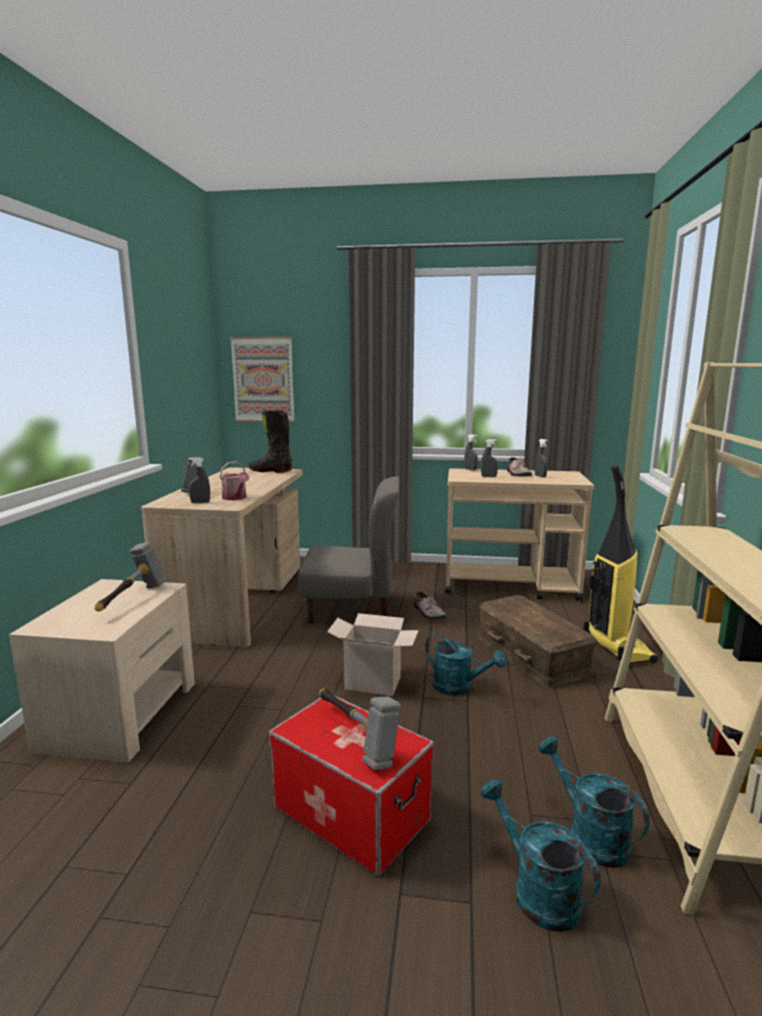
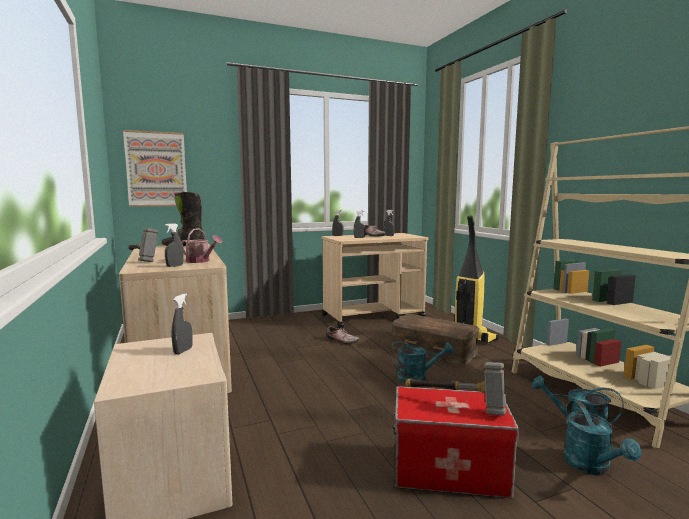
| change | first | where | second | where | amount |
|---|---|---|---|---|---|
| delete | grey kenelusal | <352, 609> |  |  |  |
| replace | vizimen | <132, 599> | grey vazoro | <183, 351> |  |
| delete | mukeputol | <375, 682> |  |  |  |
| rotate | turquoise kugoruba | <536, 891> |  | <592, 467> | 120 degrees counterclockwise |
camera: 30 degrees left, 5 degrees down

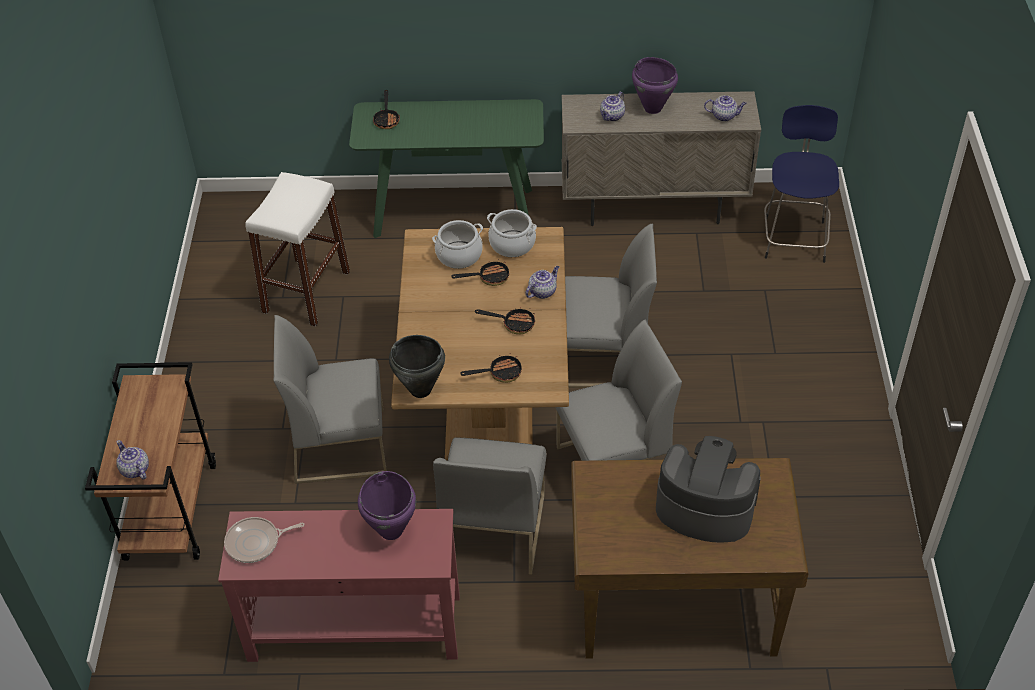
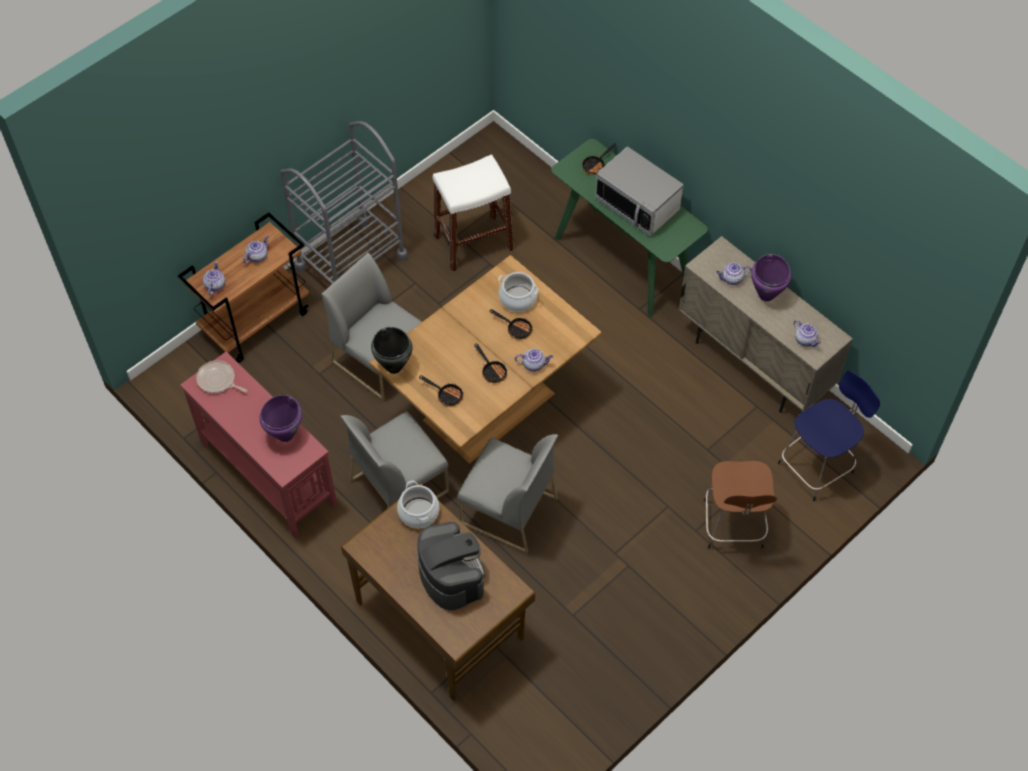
| change | first | where | second | where | amount |
|---|---|---|---|---|---|
| move | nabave | <512, 244> |  | <418, 512> |  |
| delete | grey kenelusal | <605, 358> |  |  |  |
| insert |  |  | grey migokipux | <351, 262> |  |
| insert |  |  | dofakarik | <637, 205> |  |
| insert |  |  | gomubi | <257, 256> |  |
| insert |  |  | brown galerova | <733, 526> |  |
camera: 45 degrees right, 10 degrees up

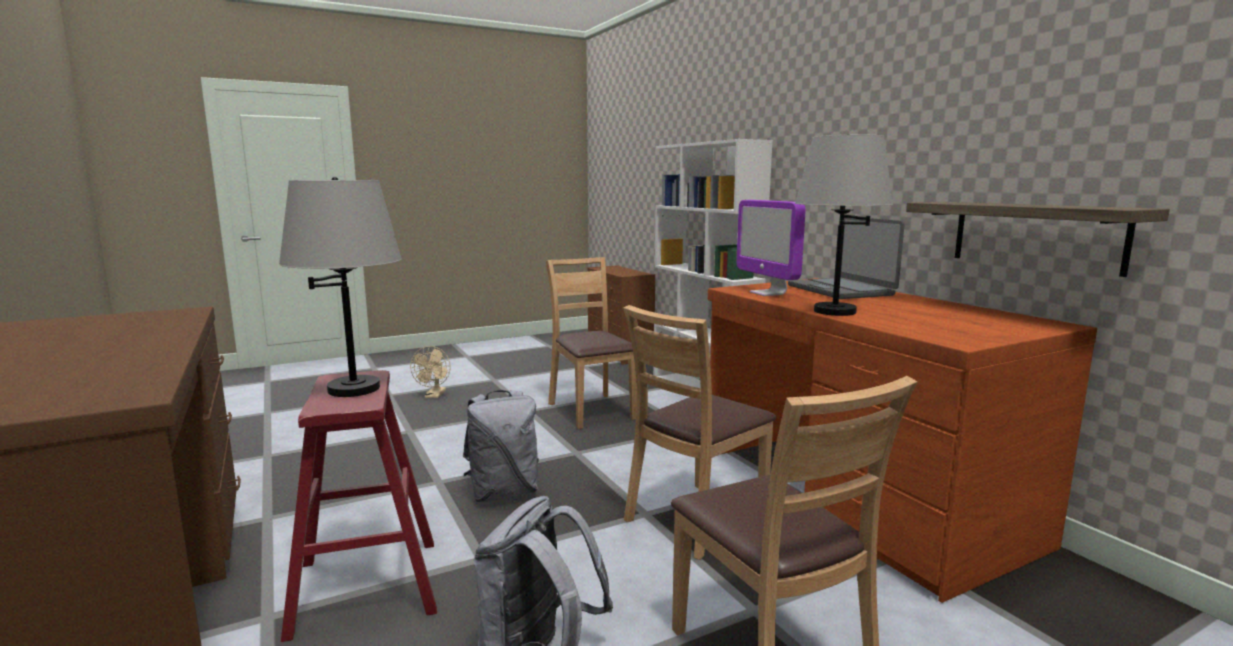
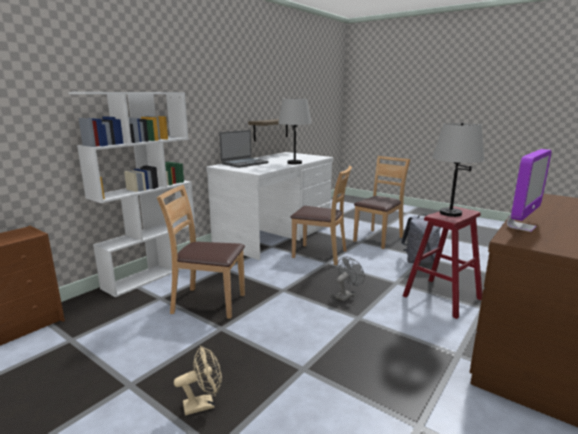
| change | first | where | second | where | amount |
|---|---|---|---|---|---|
| move | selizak | <767, 293> |  | <521, 227> |  |
| rotate | brown kenelusal | <591, 410> |  | <208, 303> | 60 degrees clockwise |
| recolor | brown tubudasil | <857, 497> | white tubudasil | <275, 235> |  |
| replace | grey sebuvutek | <503, 493> | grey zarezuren | <346, 295> |  |
camera: 115 degrees left, 5 degrees up

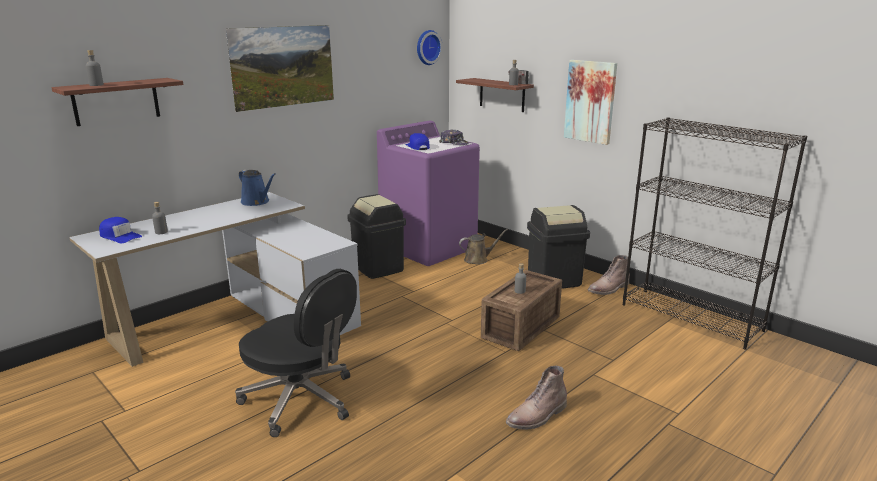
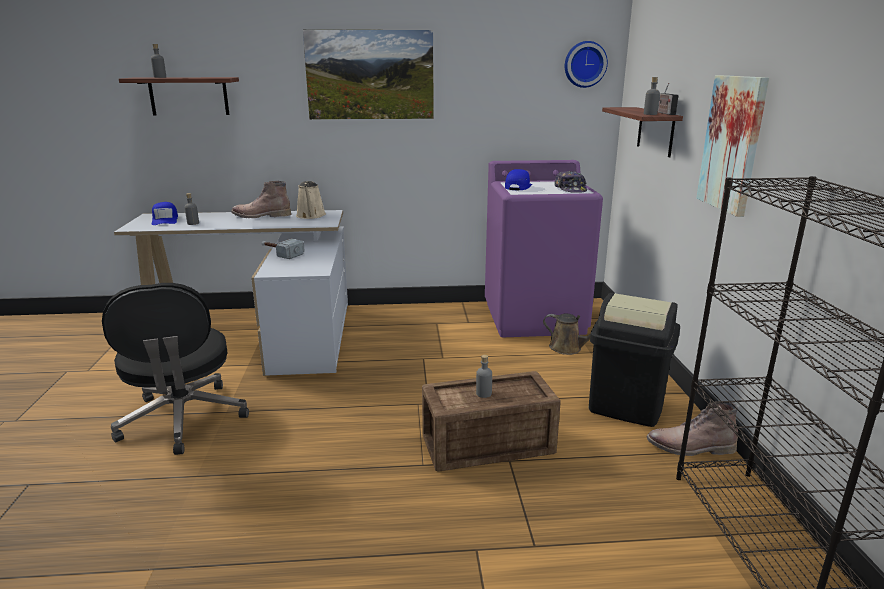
| change | first | where | second | where | amount |
|---|---|---|---|---|---|
| recolor | blue kugoruba | <257, 202> | beige kugoruba | <311, 216> |  |
| delete | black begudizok | <378, 268> |  |  |  |
| move | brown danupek | <537, 416> |  | <261, 216> |  |
| insert |  |  | vizimen | <280, 253> |  |
camera: 40 degrees right, 0 degrees up

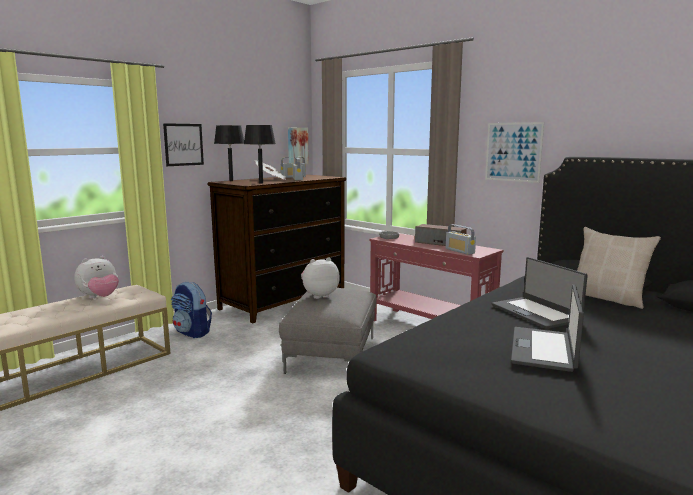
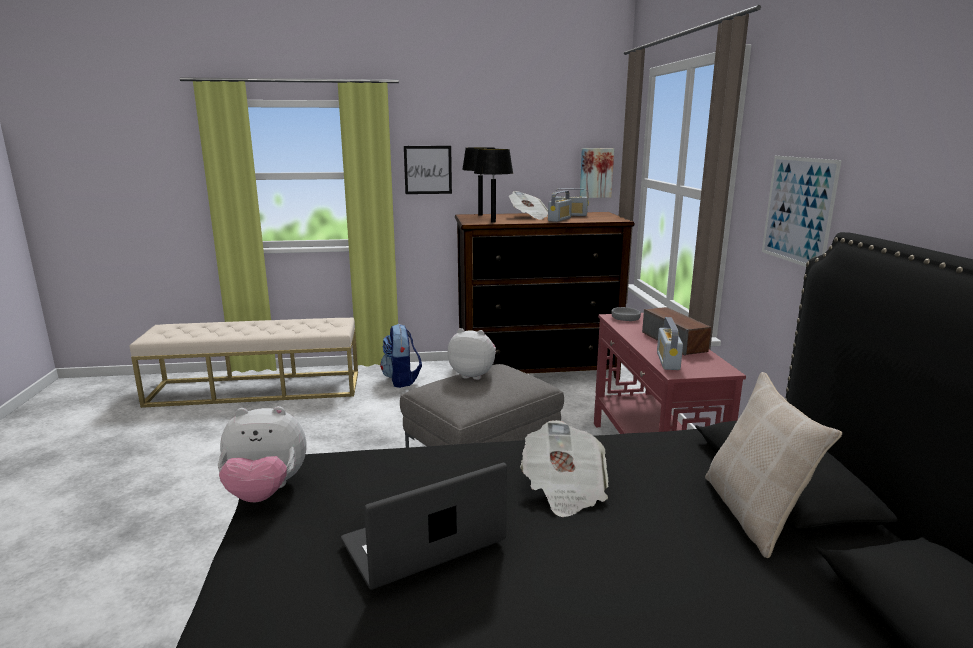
| change | first | where | second | where | amount |
|---|---|---|---|---|---|
| move | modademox | <100, 297> |  | <265, 492> |  |
| replace | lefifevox | <536, 313> | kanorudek | <564, 489> |  |
camera: 40 degrees right, 5 degrees up

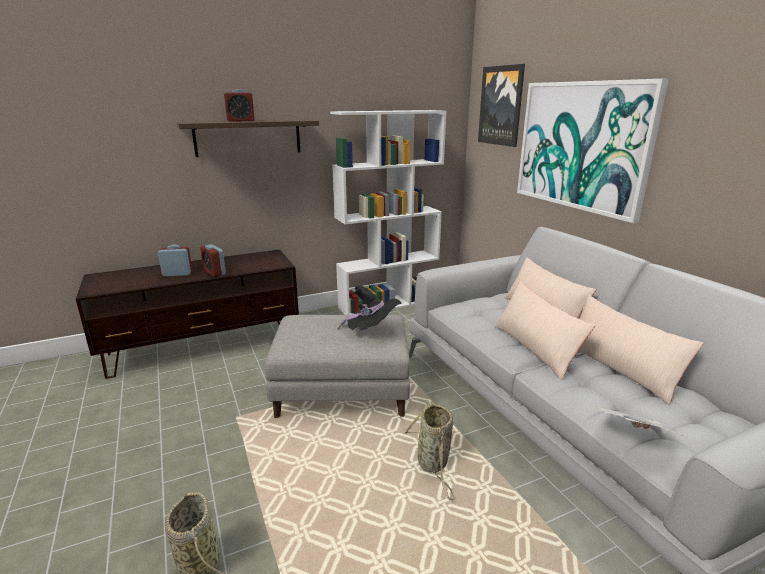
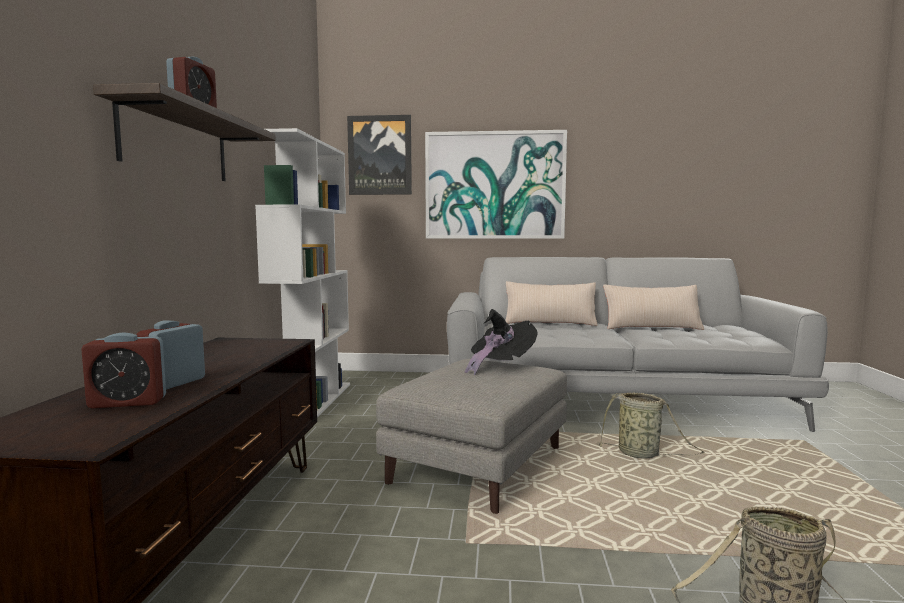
| change | first | where | second | where | amount |
|---|---|---|---|---|---|
| move | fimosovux | <214, 273> |  | <127, 402> |  |
| delete | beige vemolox | <535, 348> |  |  |  |
| delete | kanorudek | <634, 437> |  |  |  |
camera: 60 degrees left, 15 degrees down

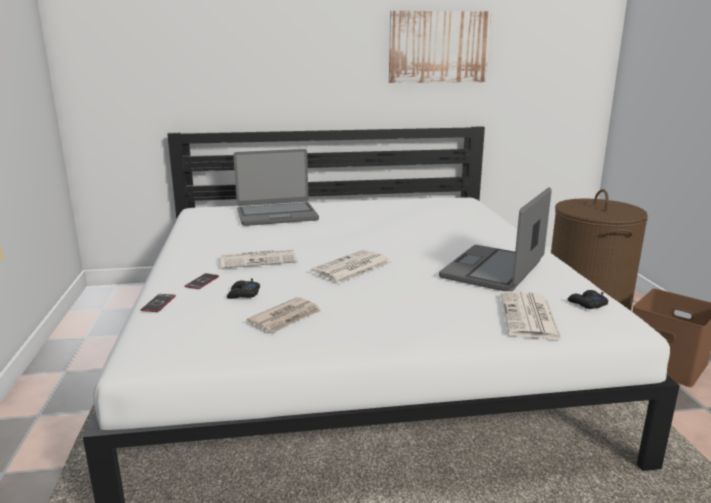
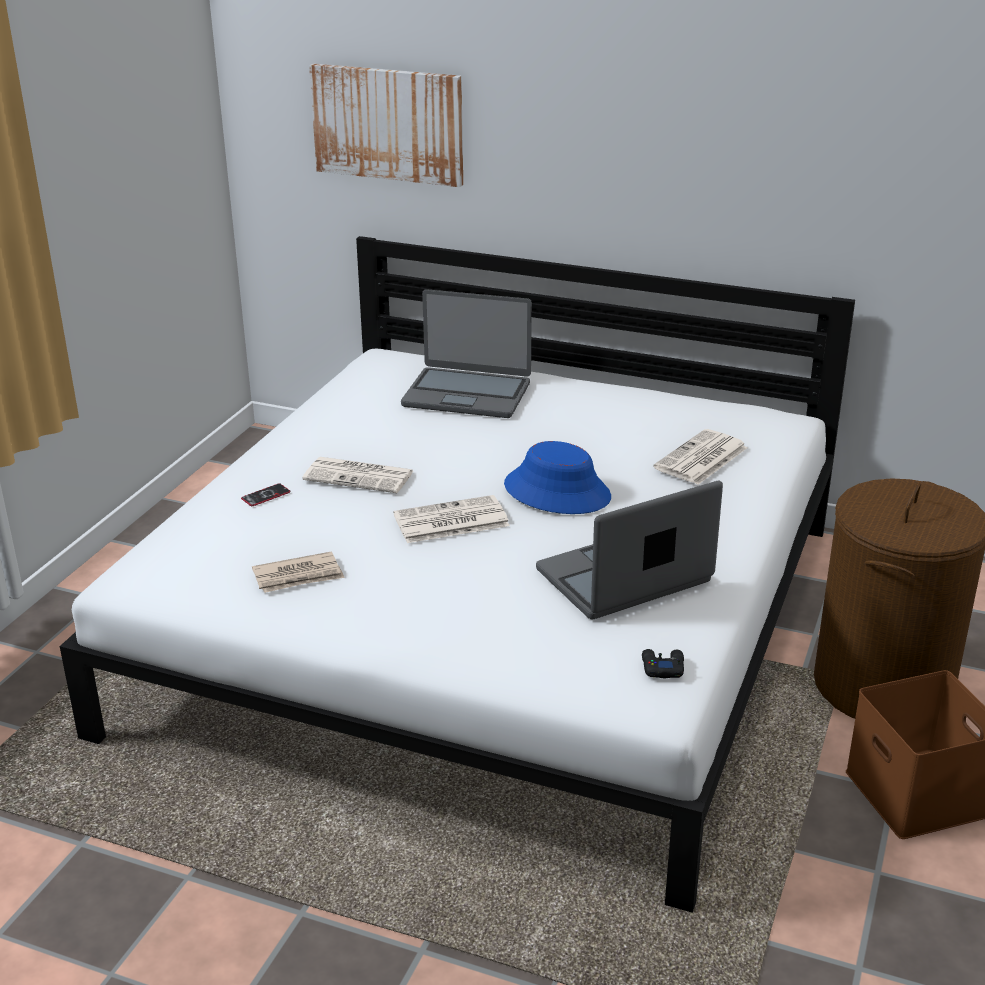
| change | first | where | second | where | amount |
|---|---|---|---|---|---|
| move | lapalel | <438, 47> |  | <388, 124> |  |
| delete | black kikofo | <243, 294> |  |  |  |
| move | kanorudek | <530, 317> |  | <701, 459> |  |
| delete | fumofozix | <158, 303> |  |  |  |
| insert |  |  | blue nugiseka | <557, 491> |  |
camera: 30 degrees right, 10 degrees up

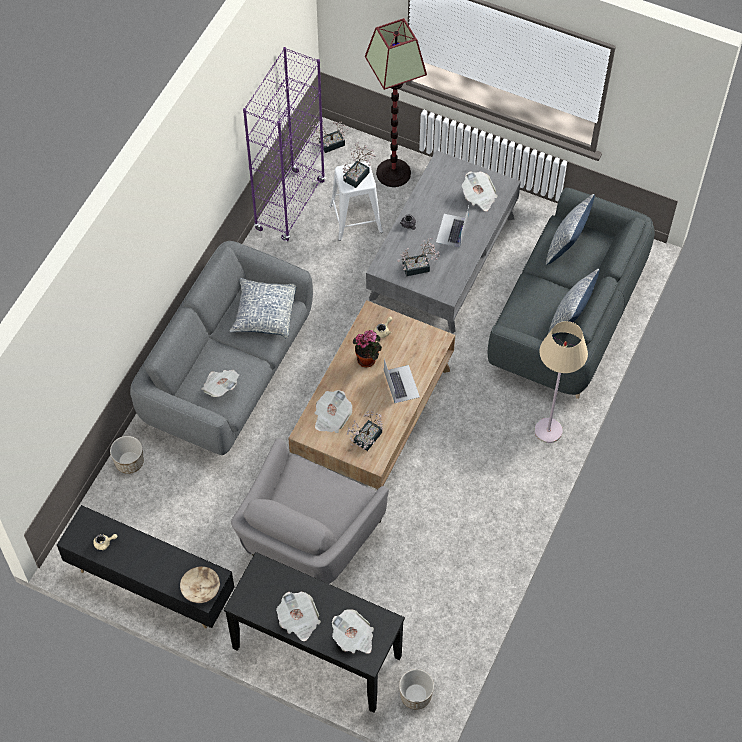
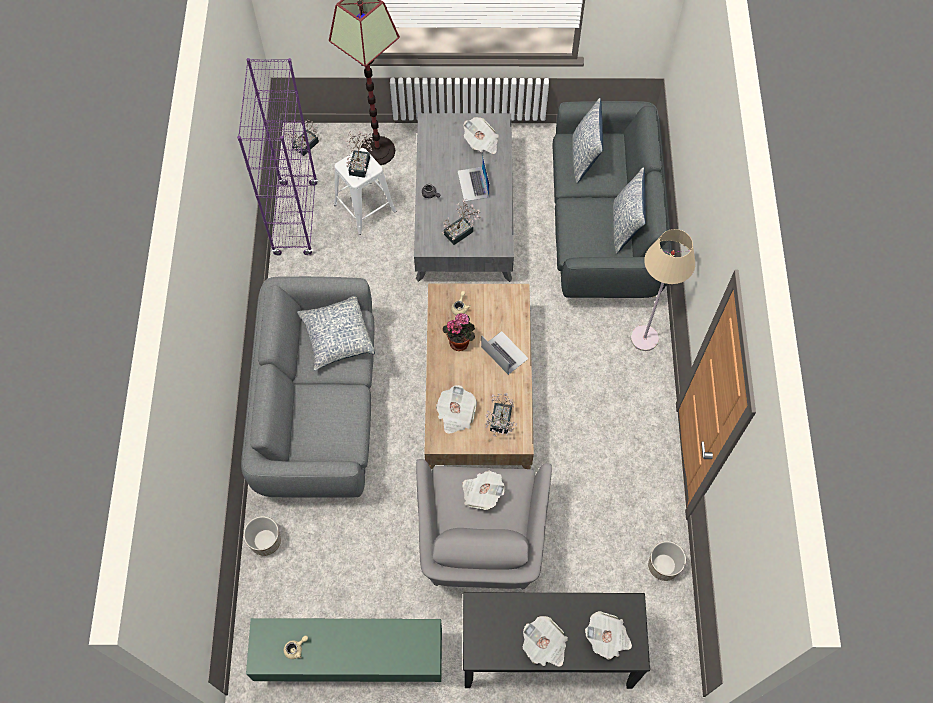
| change | first | where | second | where | amount |
|---|---|---|---|---|---|
| move | kanorudek | <220, 387> |  | <482, 493> |  |
| recolor | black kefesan | <151, 585> | green kefesan | <351, 659> |  |
| delete | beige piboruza | <201, 588> |  |  |  |
| move | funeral | <415, 695> |  | <663, 566> |  |
camera: 25 degrees left, 5 degrees up

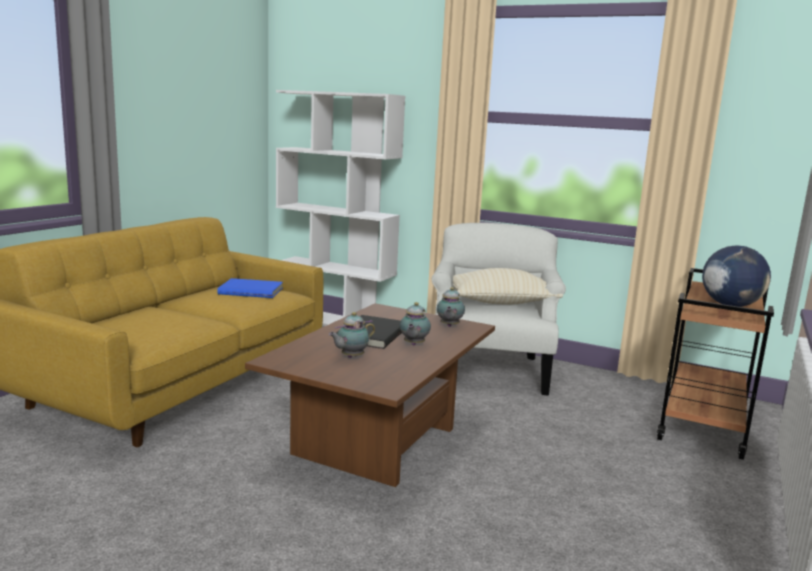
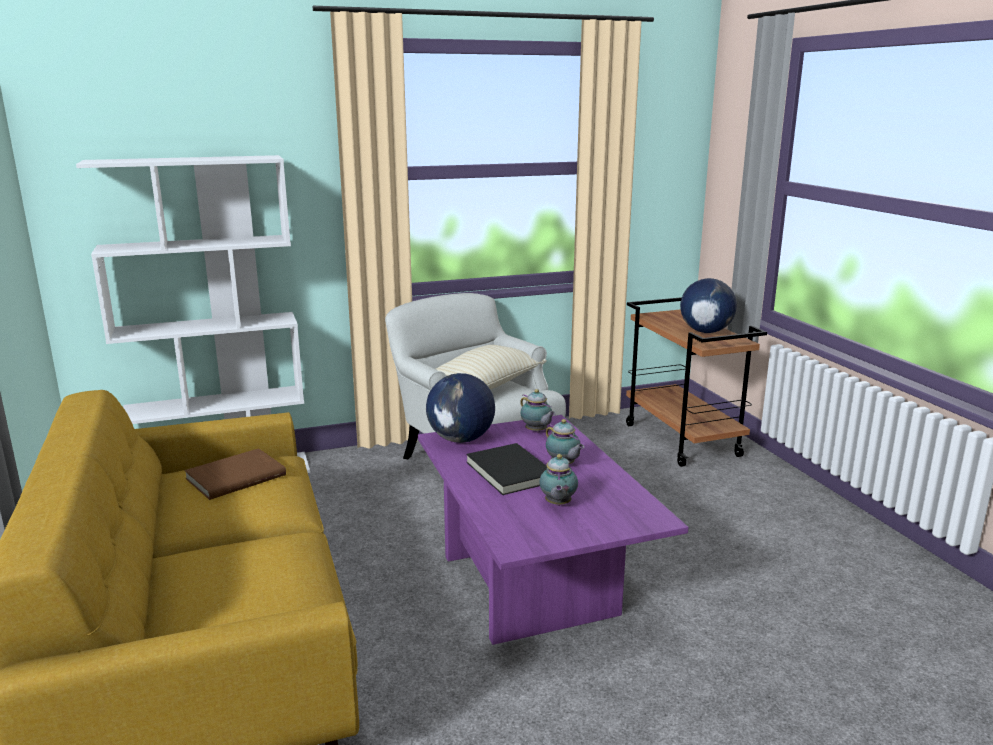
| change | first | where | second | where | amount |
|---|---|---|---|---|---|
| recolor | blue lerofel | <251, 290> | brown lerofel | <235, 476> |  |
| recolor | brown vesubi | <379, 443> | purple vesubi | <534, 584> |  |
| insert |  |  | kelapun | <461, 439> |  |
camera: 45 degrees left, 5 degrees up

